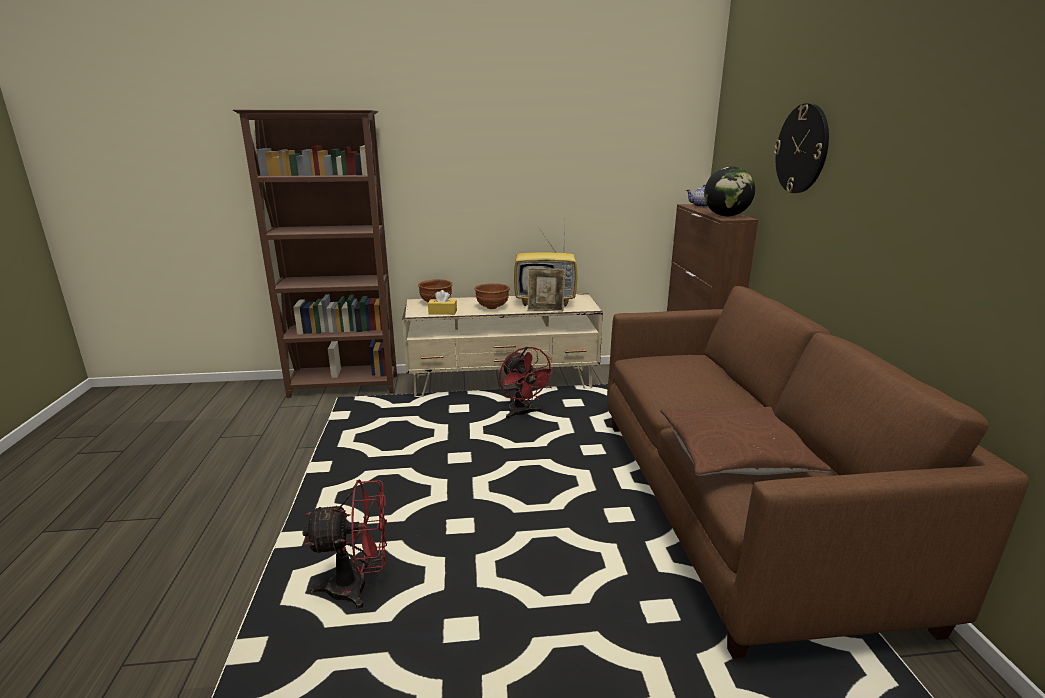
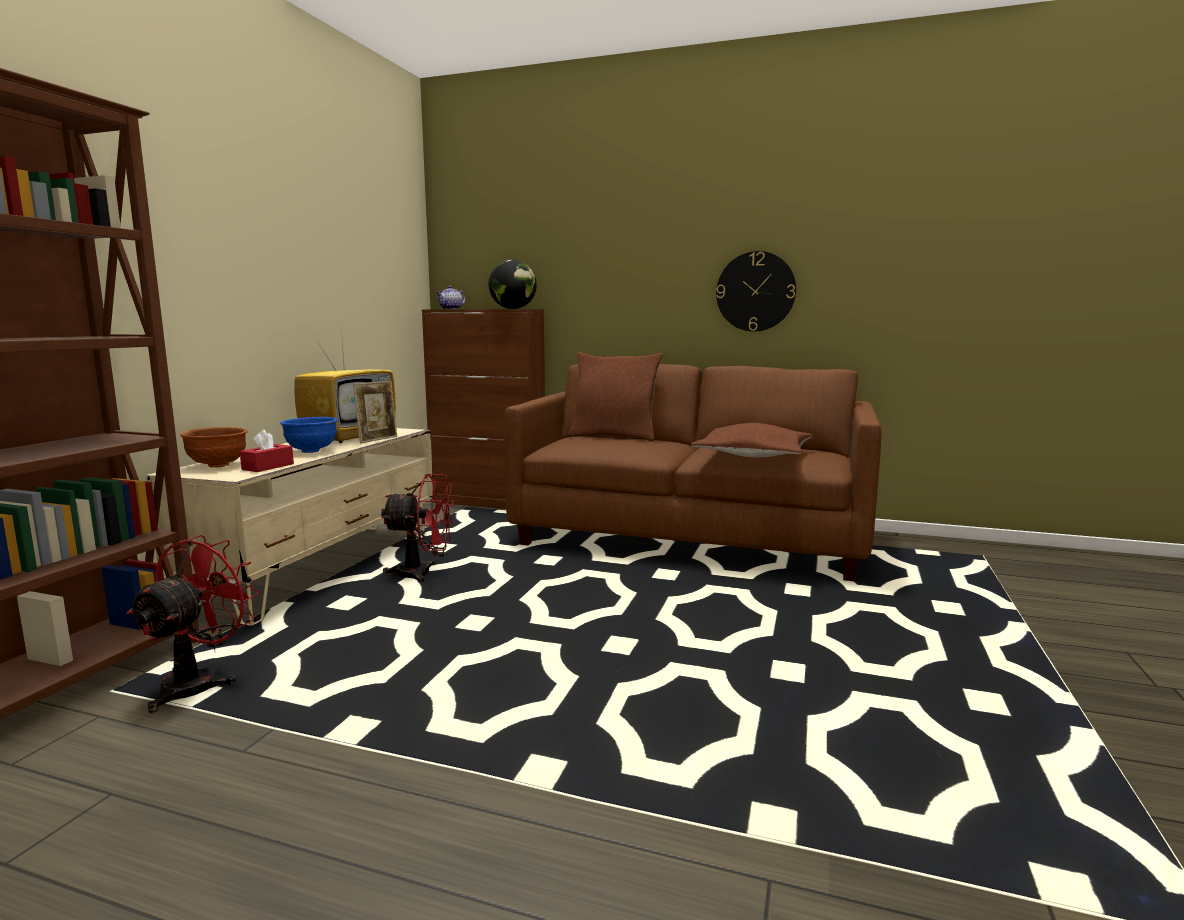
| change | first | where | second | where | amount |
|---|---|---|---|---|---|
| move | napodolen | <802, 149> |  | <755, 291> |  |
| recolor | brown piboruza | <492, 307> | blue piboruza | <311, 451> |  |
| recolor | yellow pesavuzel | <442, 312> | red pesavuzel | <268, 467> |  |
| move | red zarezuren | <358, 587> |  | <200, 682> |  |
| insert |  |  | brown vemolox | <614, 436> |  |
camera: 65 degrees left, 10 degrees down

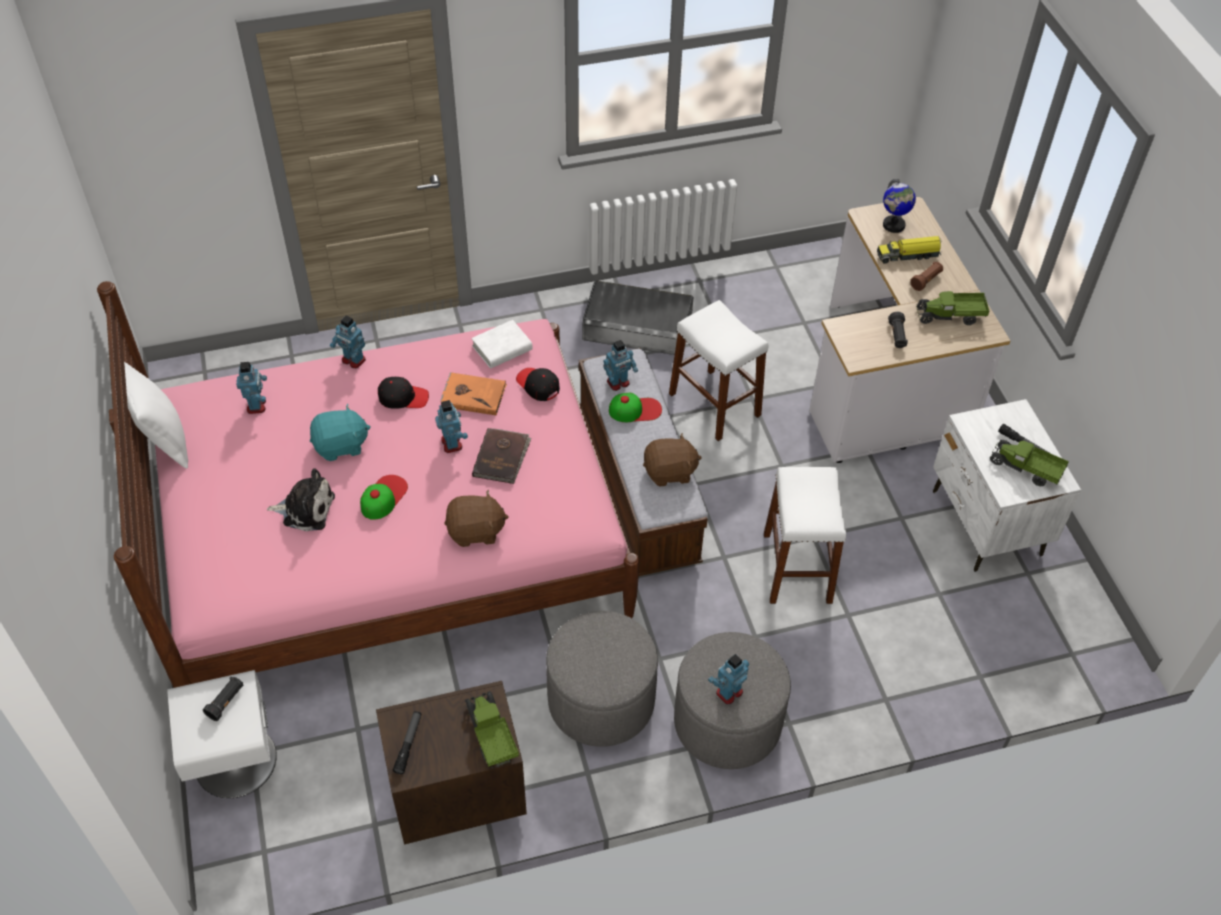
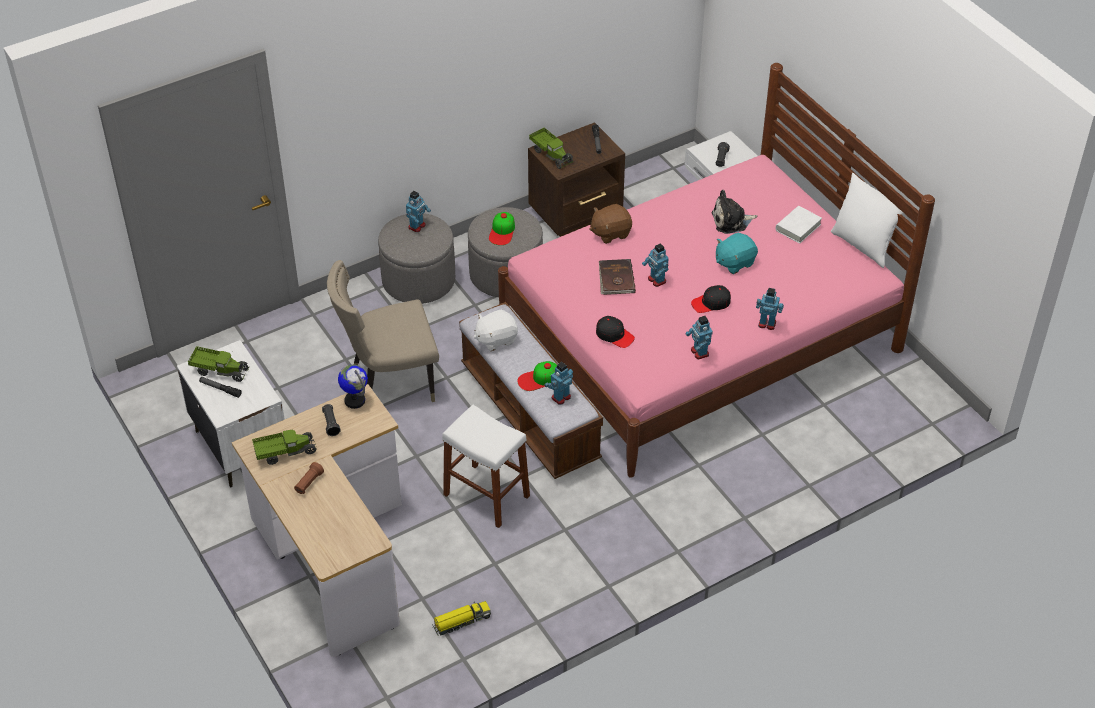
| change | first | where | second | where | amount |
|---|---|---|---|---|---|
| move | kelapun | <893, 225> |  | <355, 400> |  |
| move | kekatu | <908, 255> |  | <461, 621> |  |
| delete | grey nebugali | <637, 326> |  |  |  |
| move | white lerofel | <502, 348> |  | <798, 227> |  |
| move | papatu | <257, 405> |  | <699, 352> |  |
| delete | orange lerofel | <473, 395> |  |  |  |
| recolor | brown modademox | <670, 472> | white modademox | <496, 339> |  |
| replace | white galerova | <797, 568> | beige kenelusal | <389, 382> |  |
| move | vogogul | <383, 497> |  | <502, 231> |  |
camera: 165 degrees right, 5 degrees down

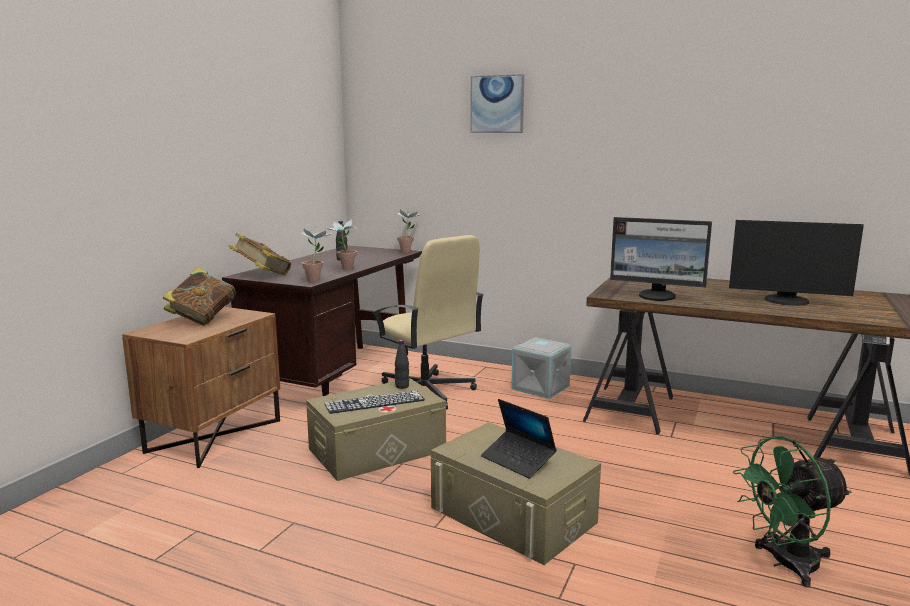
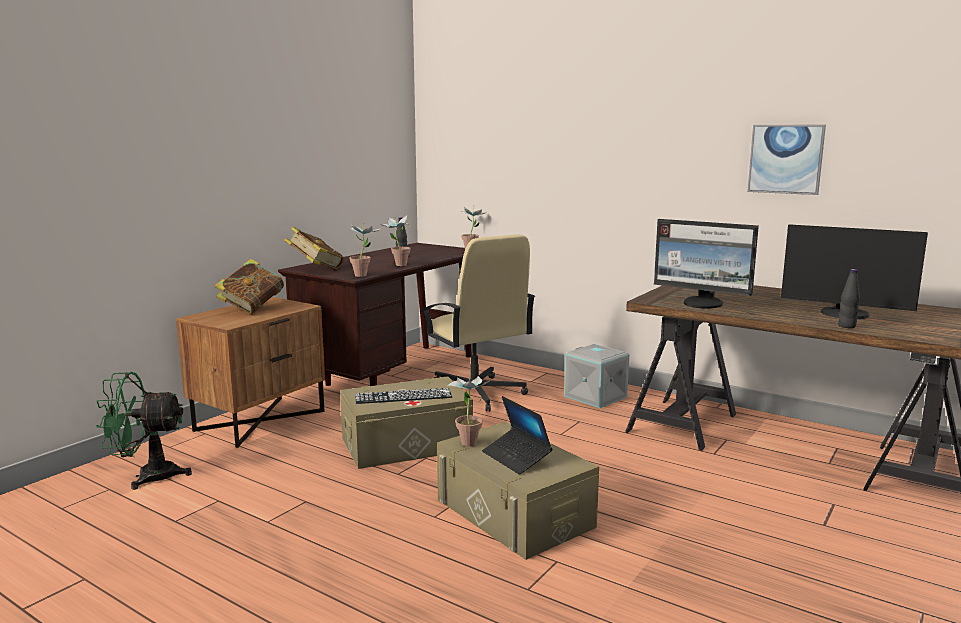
| change | first | where | second | where | amount |
|---|---|---|---|---|---|
| move | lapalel | <497, 104> |  | <785, 159> |  |
| move | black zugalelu | <402, 386> |  | <846, 326> |  |
| move | green zarezuren | <785, 564> |  | <147, 476> |  |
| insert |  |  | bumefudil | <469, 440> |  |
camera: 10 degrees right, 0 degrees up

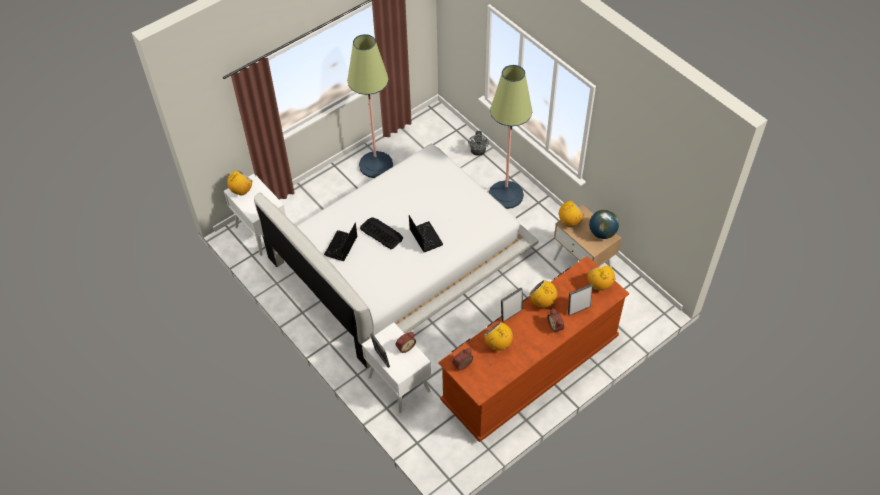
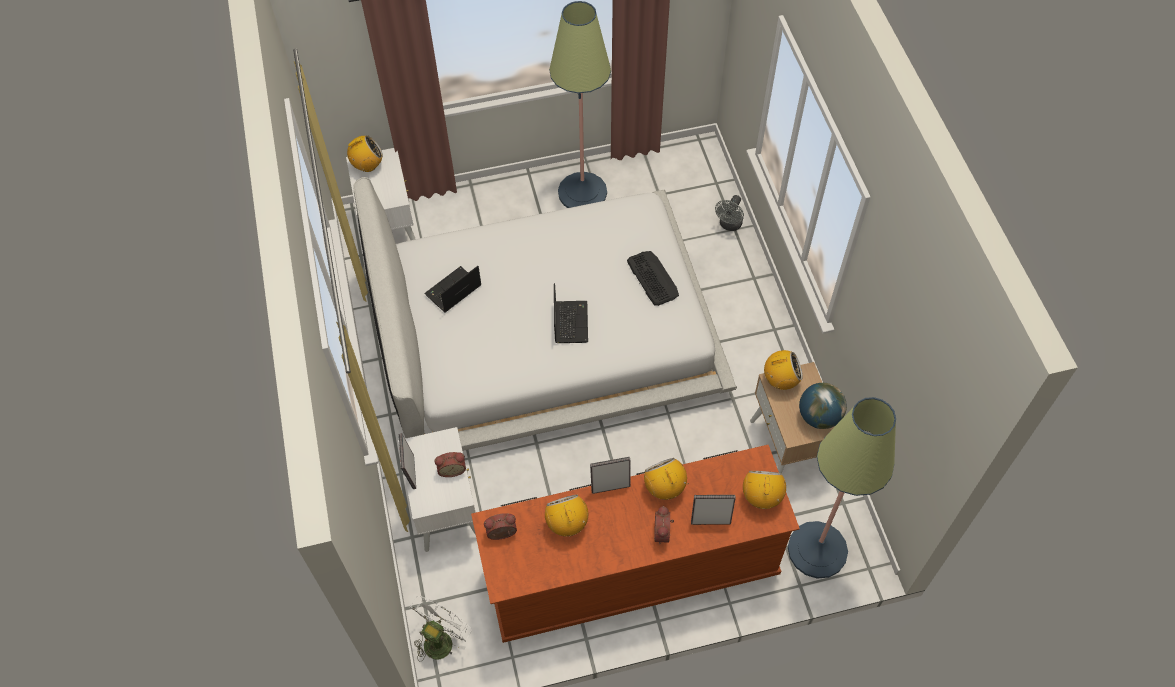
| change | first | where | second | where | amount |
|---|---|---|---|---|---|
| move | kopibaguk | <506, 195> |  | <817, 550> |  |
| move | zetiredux | <381, 233> |  | <652, 278> |  |
| insert |  |  | white zarezuren | <441, 638> |  |
camera: 25 degrees right, 5 degrees up

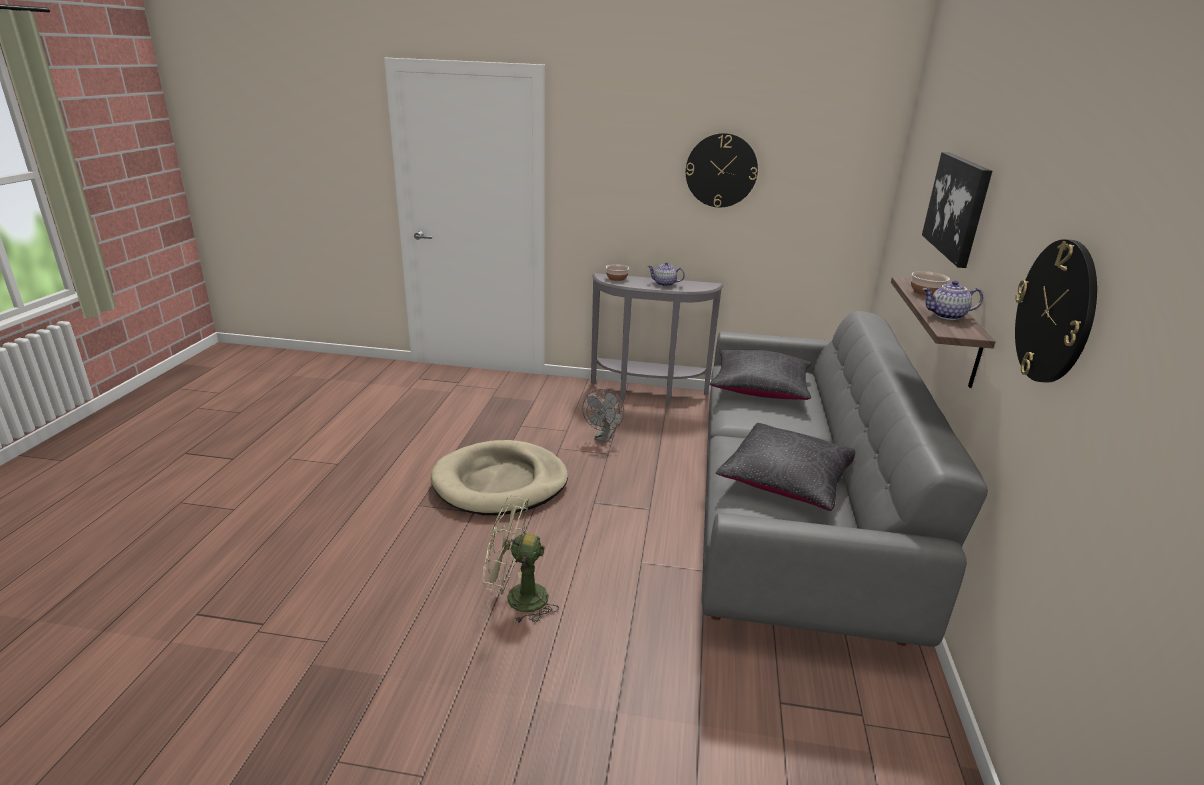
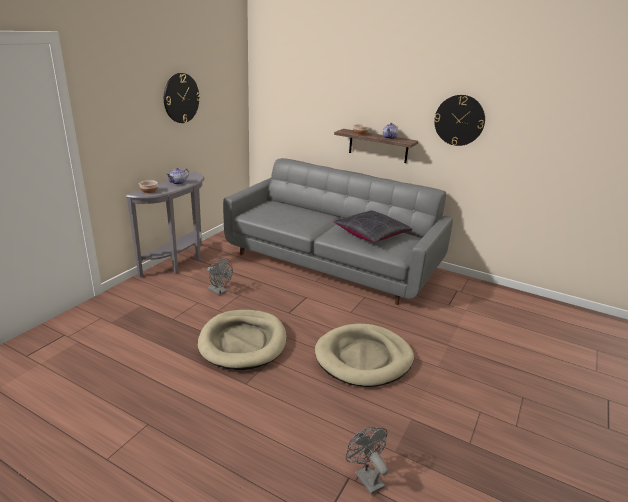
| change | first | where | second | where | amount |
|---|---|---|---|---|---|
| delete | lapalel | <957, 206> |  |  |  |
| delete | black vemolox | <760, 388> |  |  |  |
| replace | green zarezuren | <517, 598> | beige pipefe | <363, 358> |  |
| insert |  |  | grey zarezuren | <366, 477> |  |
camera: 70 degrees left, 0 degrees up

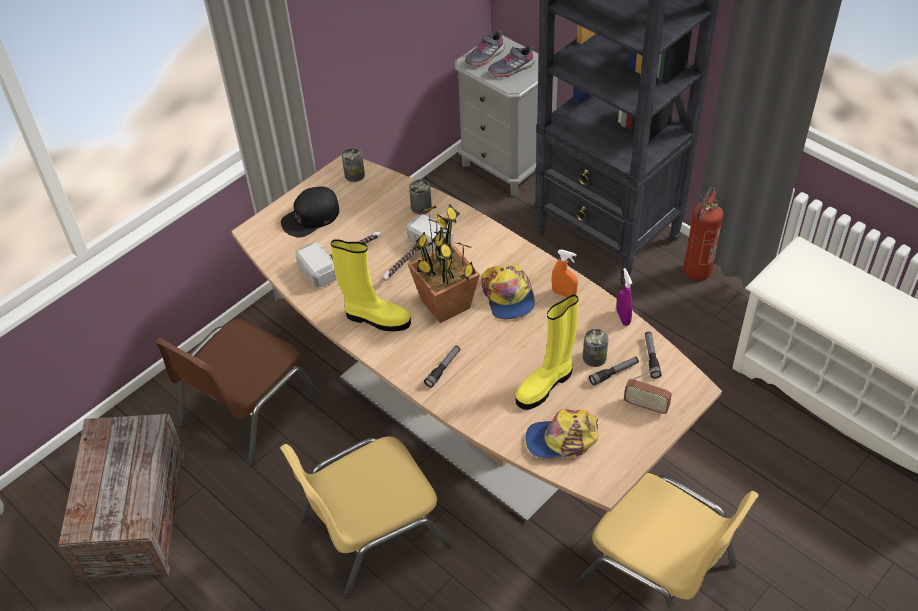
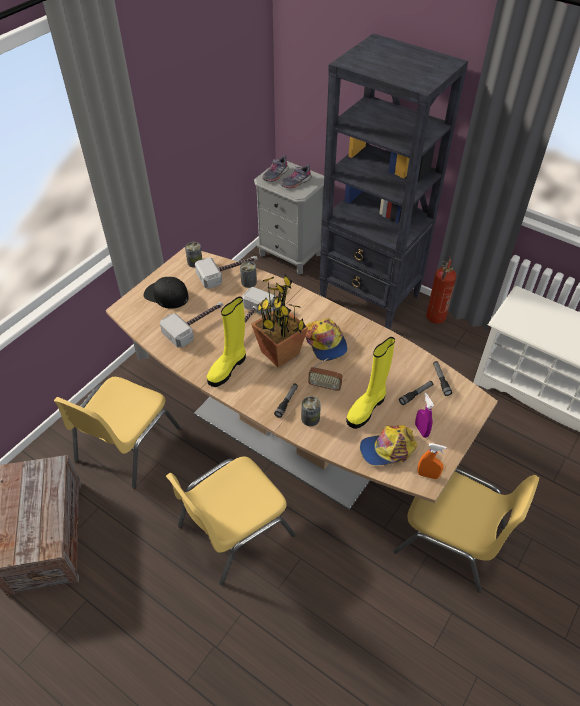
| change | first | where | second | where | amount |
|---|---|---|---|---|---|
| rotate | black vogogul | <311, 217> |  | <166, 295> | 75 degrees clockwise |
| rotate | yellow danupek | <375, 318> |  | <228, 368> | 120 degrees clockwise |
| move | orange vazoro | <564, 293> |  | <428, 475> |  |
| move | purple vazoro | <623, 317> |  | <421, 430> |  |
| recolor | brown kenelusal | <247, 410> | yellow kenelusal | <126, 445> |  |
| move | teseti | <594, 357> |  | <310, 418> |  |
| move | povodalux | <646, 406> |  | <324, 386> |  |
| insert |  |  | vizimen | <228, 272> |  |
camera: 10 degrees left, 0 degrees up

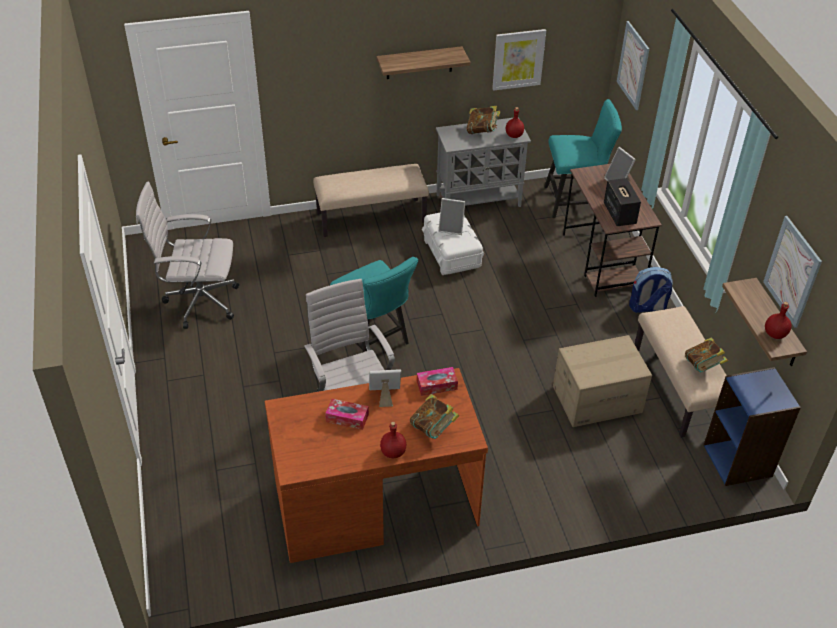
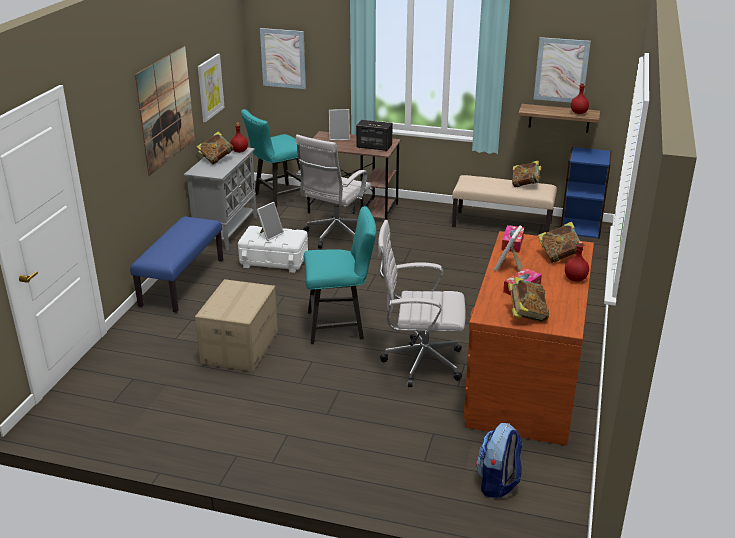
| change | first | where | second | where | amount |
|---|---|---|---|---|---|
| replace | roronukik | <419, 63> | lapalel | <165, 109> |  |
| rotate | turquoise kenelusal | <575, 201> |  | <278, 197> | 150 degrees counterclockwise |
| recolor | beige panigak | <371, 217> | blue panigak | <182, 282> |  |
| move | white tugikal | <198, 302> |  | <334, 236> |  |
| move | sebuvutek | <647, 308> |  | <498, 483> |  |
| move | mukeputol | <597, 399> |  | <239, 347> |  |
| insert |  |  | lerofel | <526, 315> |  |
camera: 60 degrees left, 15 degrees down

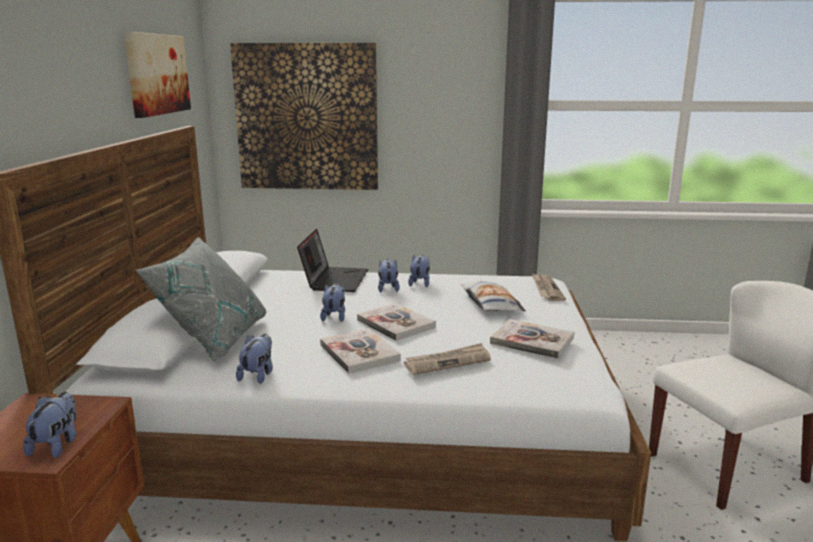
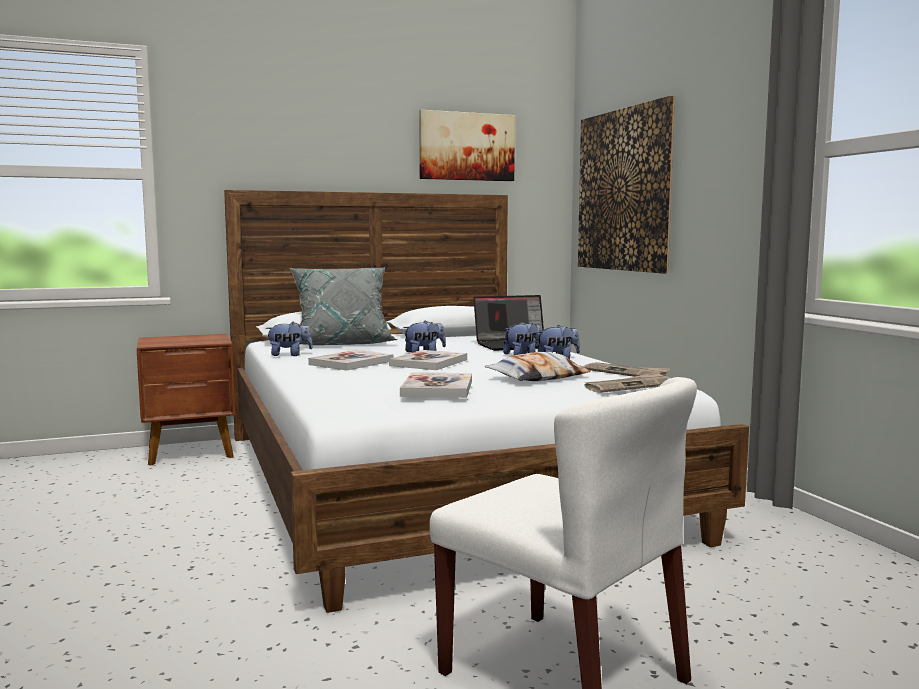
| change | first | where | second | where | amount |
|---|---|---|---|---|---|
| move | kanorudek | <447, 362> |  | <626, 373> |  |
| delete | modademox | <57, 445> |  |  |  |
camera: 65 degrees right, 10 degrees down

